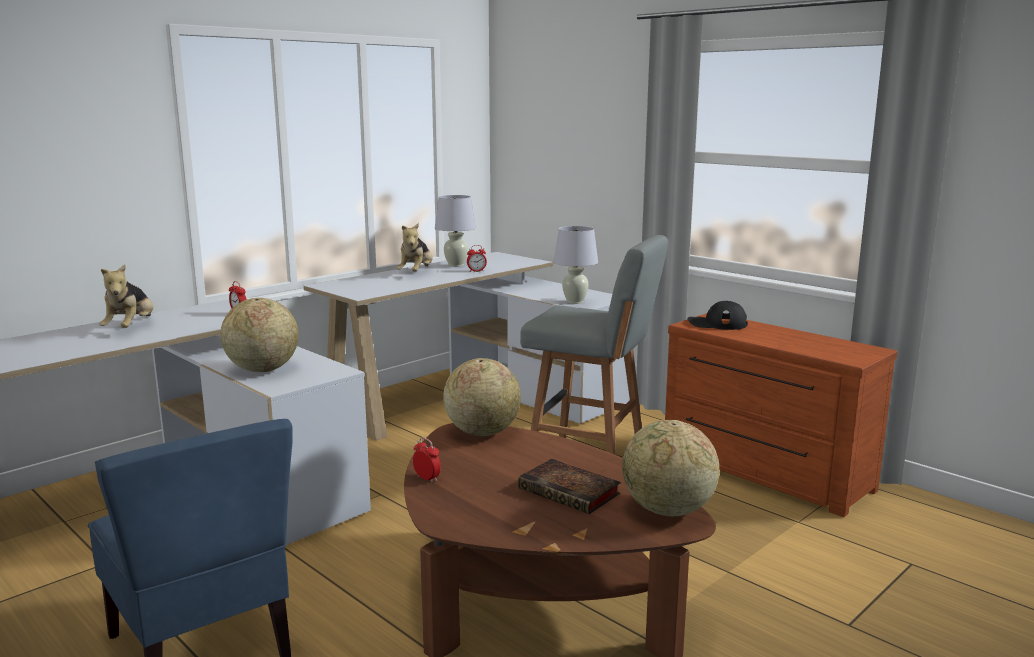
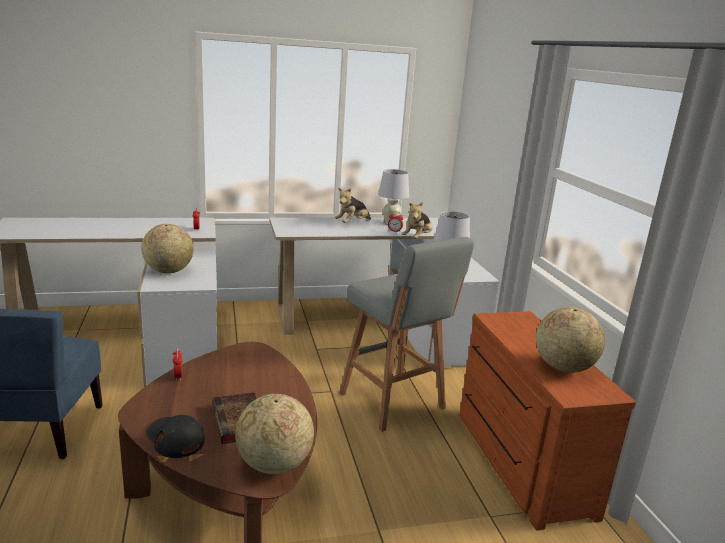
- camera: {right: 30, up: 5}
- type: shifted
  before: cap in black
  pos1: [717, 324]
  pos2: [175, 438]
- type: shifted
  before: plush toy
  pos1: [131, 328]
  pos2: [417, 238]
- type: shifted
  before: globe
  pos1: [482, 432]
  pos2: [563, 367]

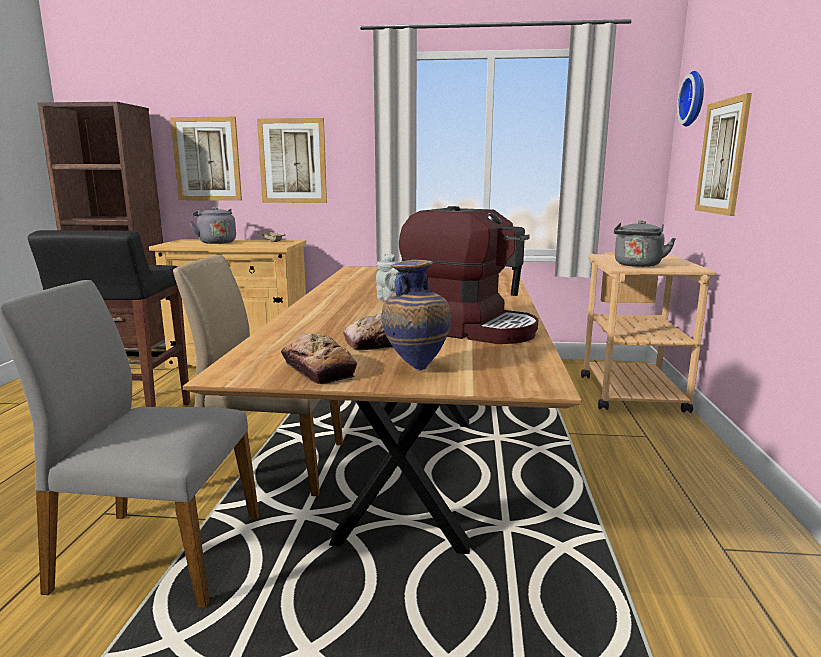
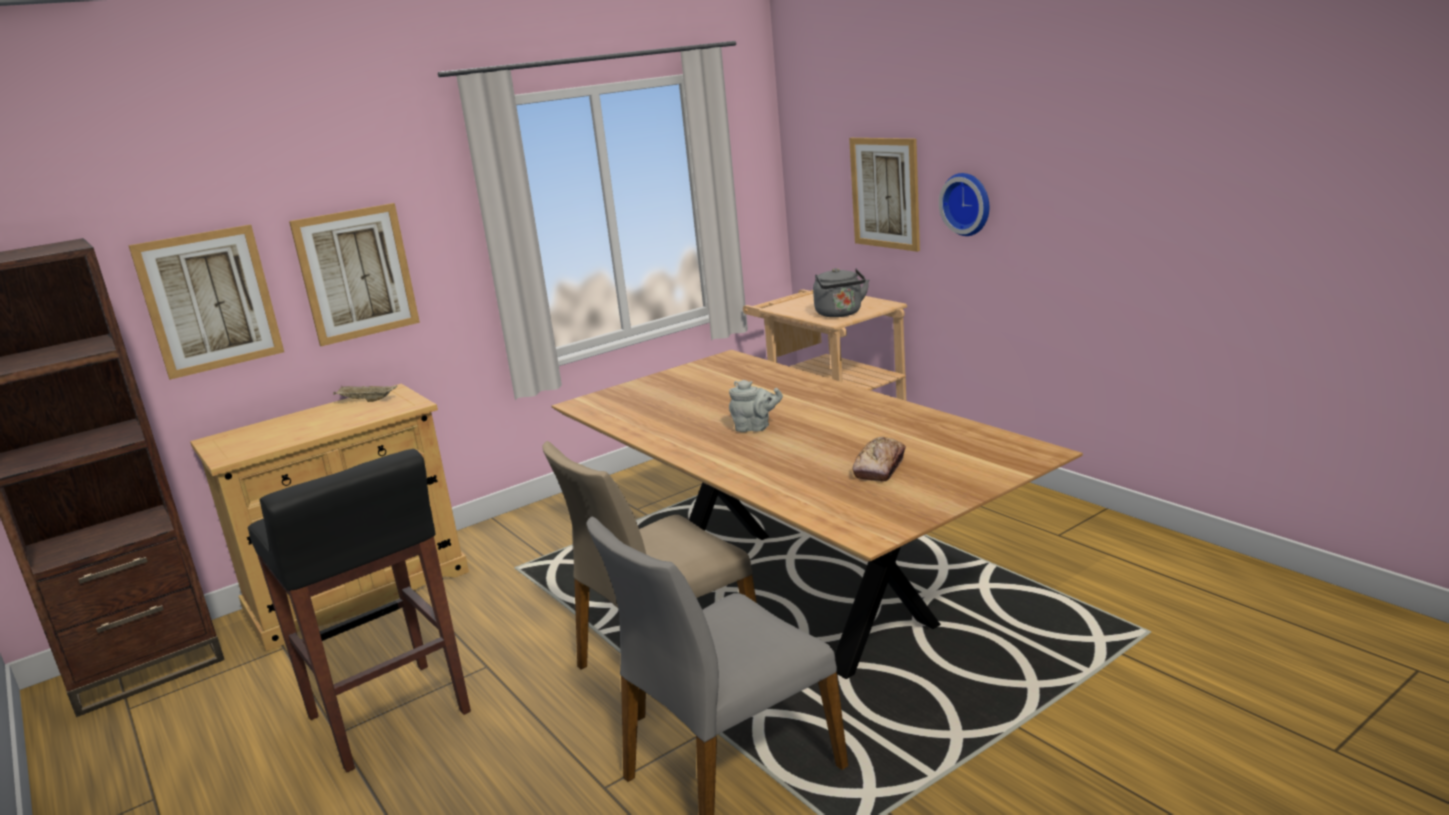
- camera: {right: -40, up: 5}
- type: shifted
  before: wall clock
  pos1: [695, 99]
  pos2: [968, 203]
- type: gone
  before: kettle in grey
  pos1: [216, 242]
- type: gone
  before: bread
  pos1: [318, 369]
- type: gone
  before: vase
  pos1: [415, 368]
- type: gone
  before: coffee machine
  pos1: [470, 328]

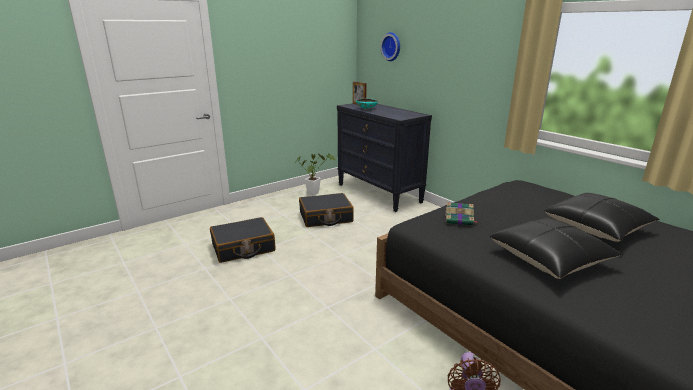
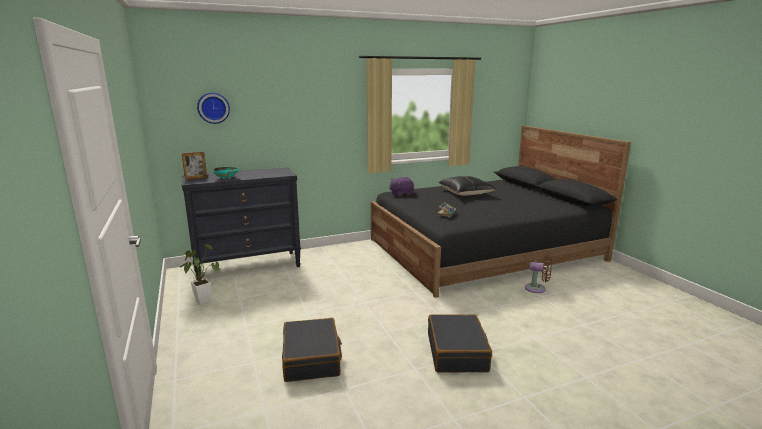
- camera: {right: -75, up: -5}
- type: new
  after: plush toy in purple
  pos2: [401, 194]
- type: shifted
  before: suitcase in black
  pos1: [326, 217]
  pos2: [457, 352]
- type: gone
  before: pillow in black
  pos1: [550, 258]

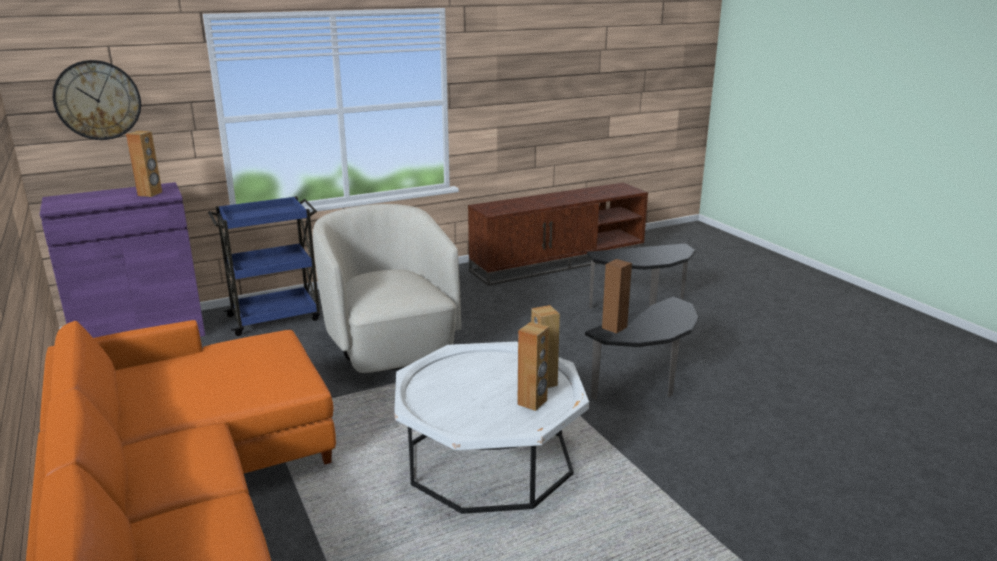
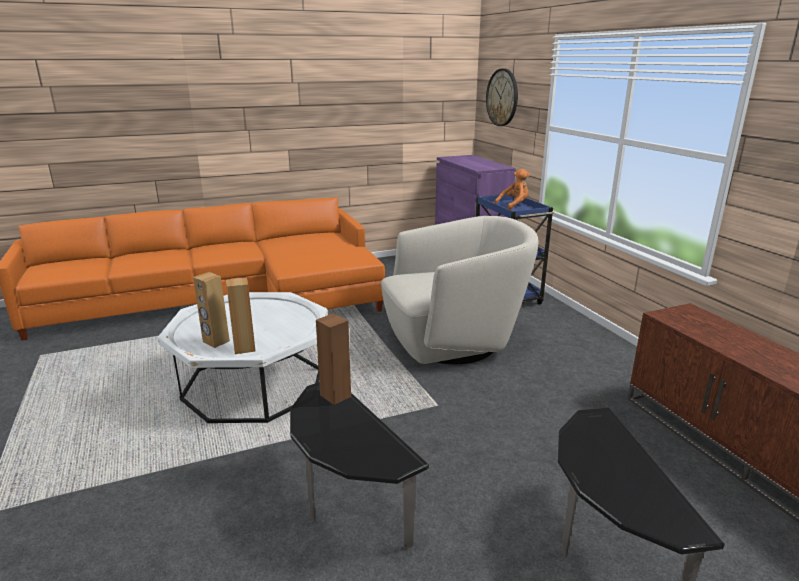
- camera: {right: 95, up: 0}
- type: new
  after: plush toy in orange
  pos2: [514, 205]
- type: gone
  before: speaker in brown
  pos1: [150, 194]

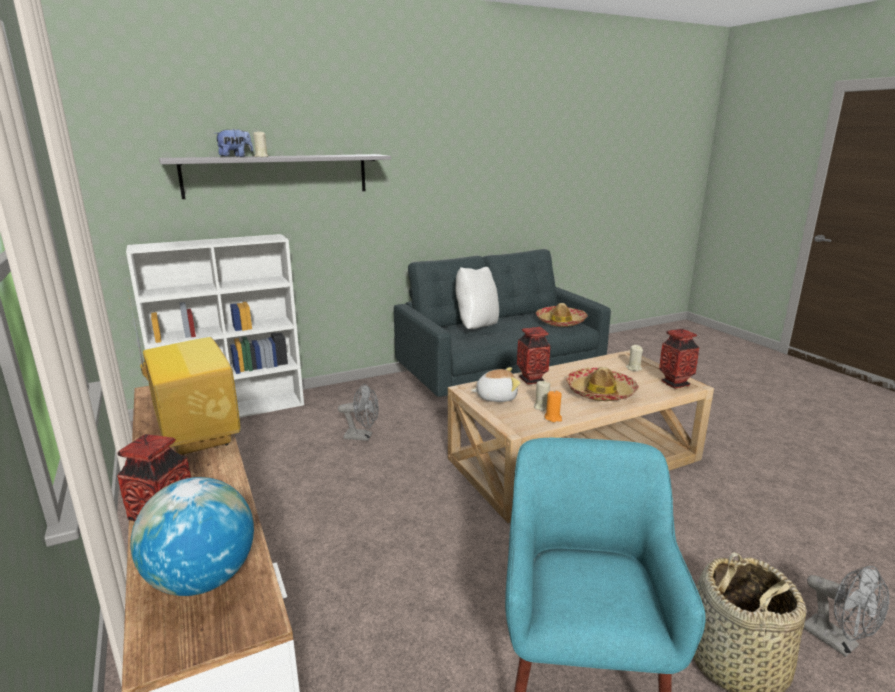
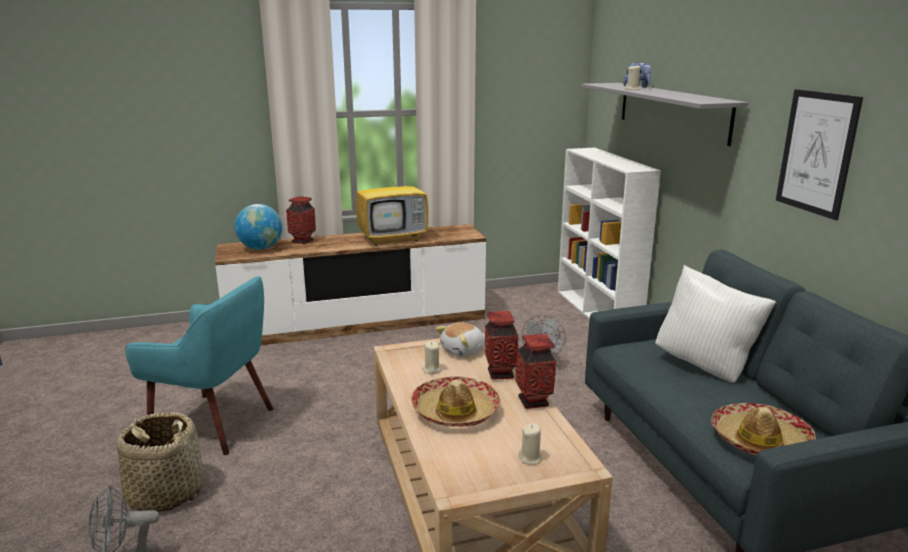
- camera: {right: 100, up: 0}
- type: rotated
  before: plush toy
  pos1: [496, 397]
  pos2: [463, 351]
  turn: 45
- type: shifted
  before: vase
  pos1: [675, 383]
  pos2: [533, 401]
- type: new
  after: picture
  pos2: [816, 153]
- type: gone
  before: candle in orange
  pos1: [553, 418]

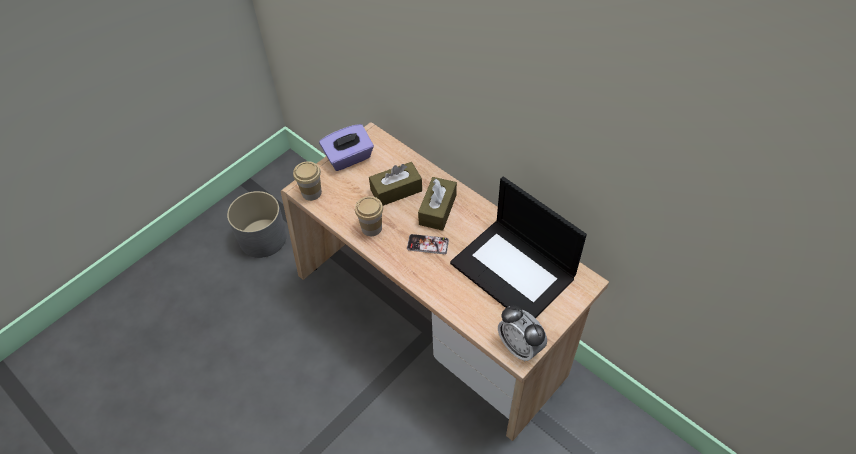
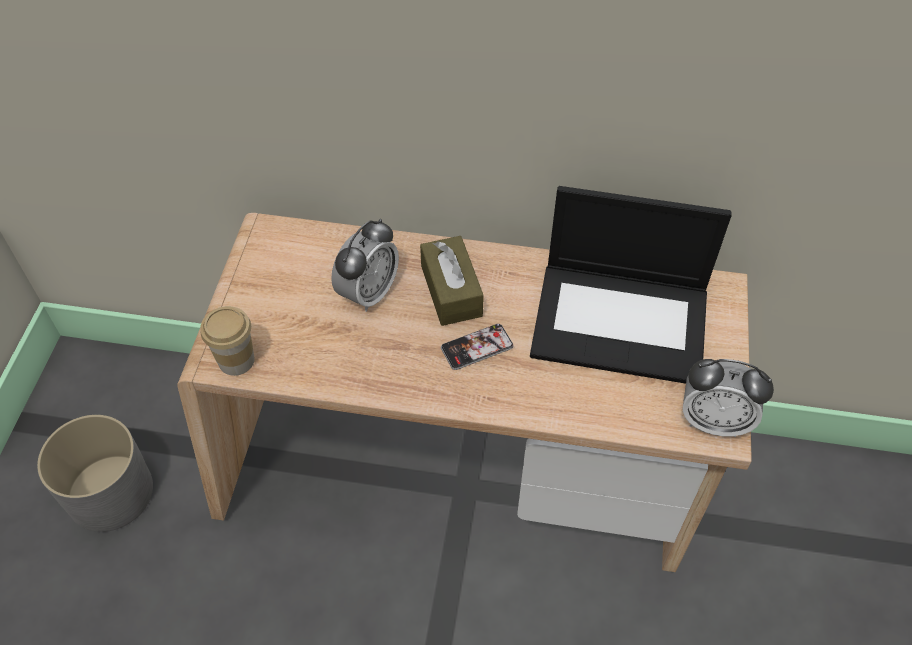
- camera: {right: -35, up: 0}
- type: swapped
  before: tissue box in brown
  after: alarm clock
  pos1: [396, 190]
  pos2: [368, 293]
- type: gone
  before: tissue box in purple
  pos1: [349, 158]
- type: gone
  before: cup
  pos1: [371, 228]

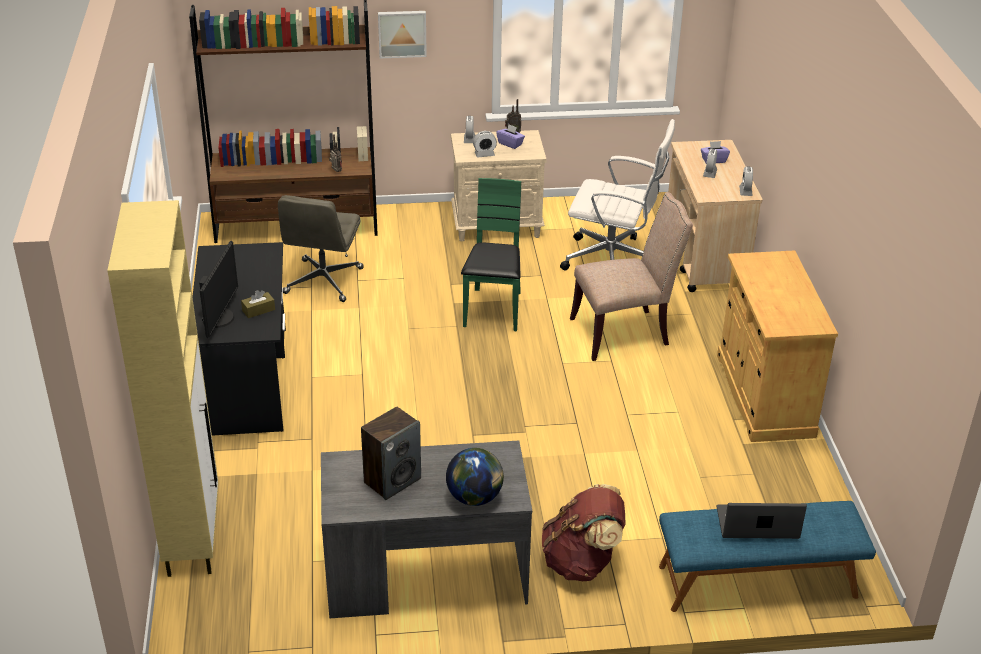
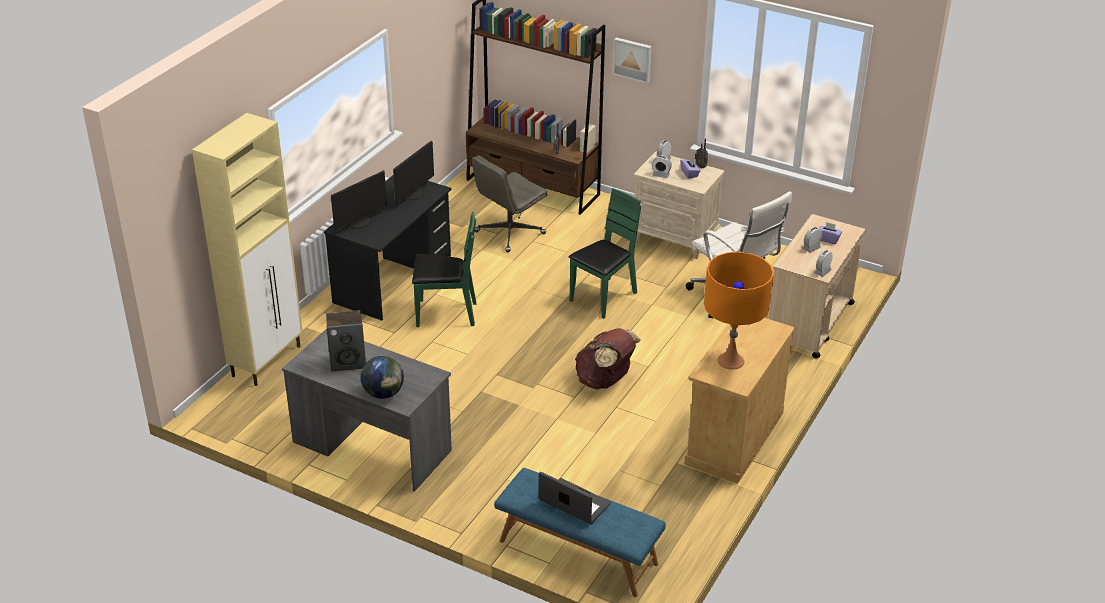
- camera: {right: 35, up: 0}
- type: new
  after: monitor
  pos2: [413, 194]
- type: new
  after: chair in green
  pos2: [445, 314]
- type: shifted
  before: backpack in brown
  pos1: [582, 562]
  pos2: [605, 381]
- type: new
  after: table lamp in orange
  pos2: [731, 361]
- type: gone
  before: tissue box in brown
  pos1: [258, 310]
- type: gone
  before: chair in beige
  pos1: [624, 332]

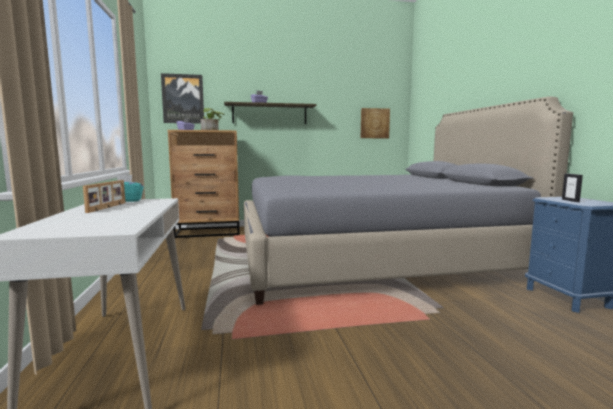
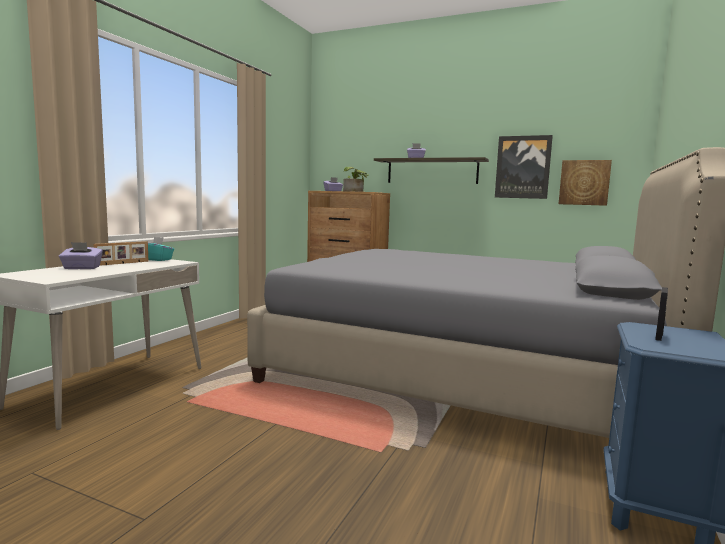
- camera: {right: 35, up: 0}
- type: new
  after: tissue box in purple
  pos2: [81, 268]
- type: shifted
  before: picture
  pos1: [183, 99]
  pos2: [522, 167]

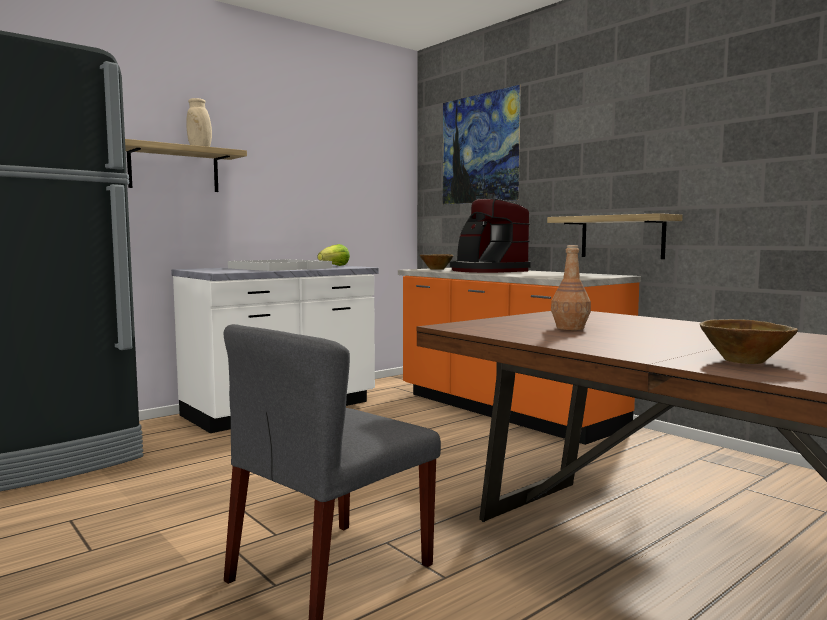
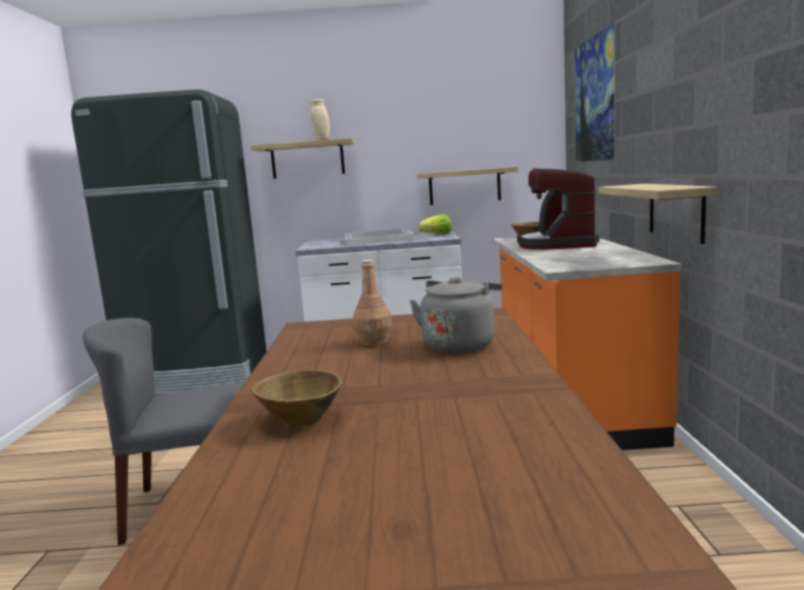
- camera: {right: 40, up: 5}
- type: new
  after: kettle in grey
  pos2: [460, 344]
- type: new
  after: shelf
  pos2: [464, 186]

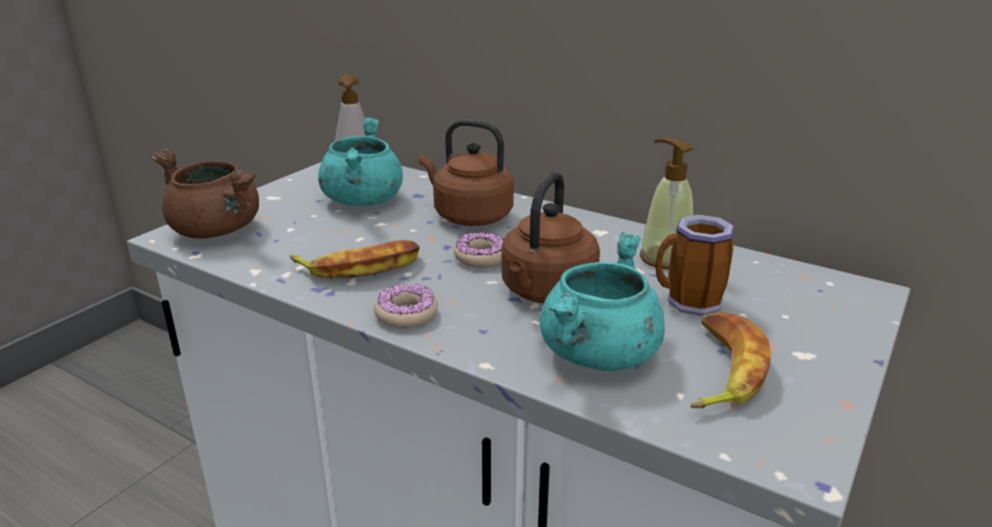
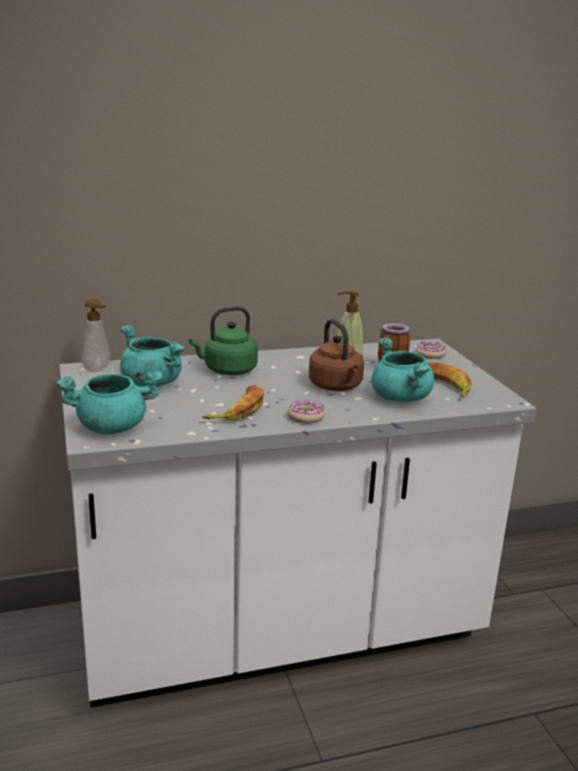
- camera: {right: -50, up: -5}
- type: repainted
  before: cooking pot in brown
  after: cooking pot in turquoise
  pos1: [217, 231]
  pos2: [112, 427]
- type: repainted
  before: kettle in brown
  after: kettle in green
  pos1: [469, 216]
  pos2: [227, 370]
- type: shifted
  before: donut
  pos1: [481, 257]
  pos2: [430, 354]

